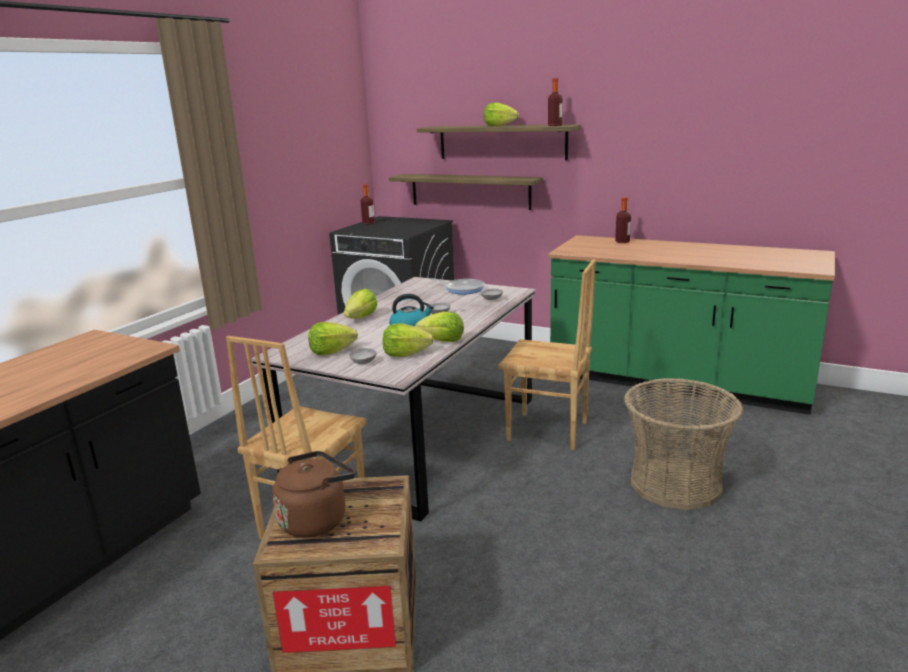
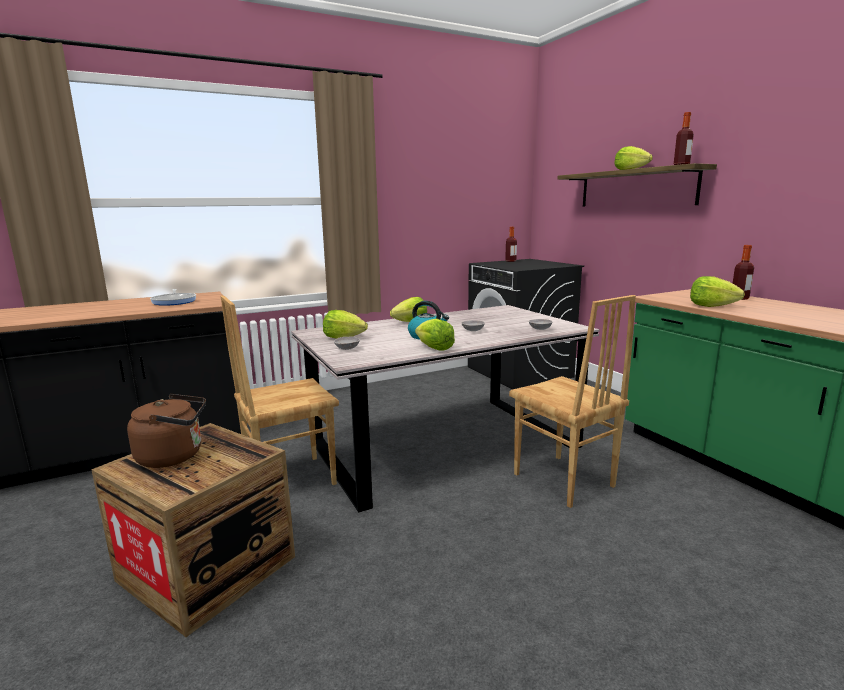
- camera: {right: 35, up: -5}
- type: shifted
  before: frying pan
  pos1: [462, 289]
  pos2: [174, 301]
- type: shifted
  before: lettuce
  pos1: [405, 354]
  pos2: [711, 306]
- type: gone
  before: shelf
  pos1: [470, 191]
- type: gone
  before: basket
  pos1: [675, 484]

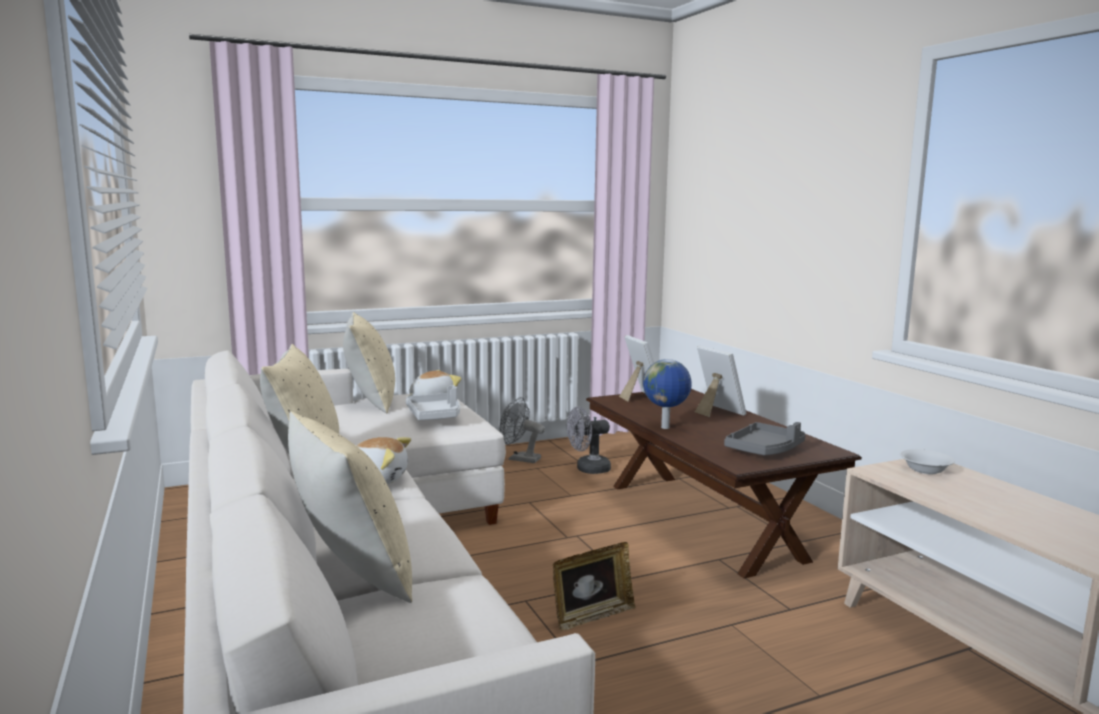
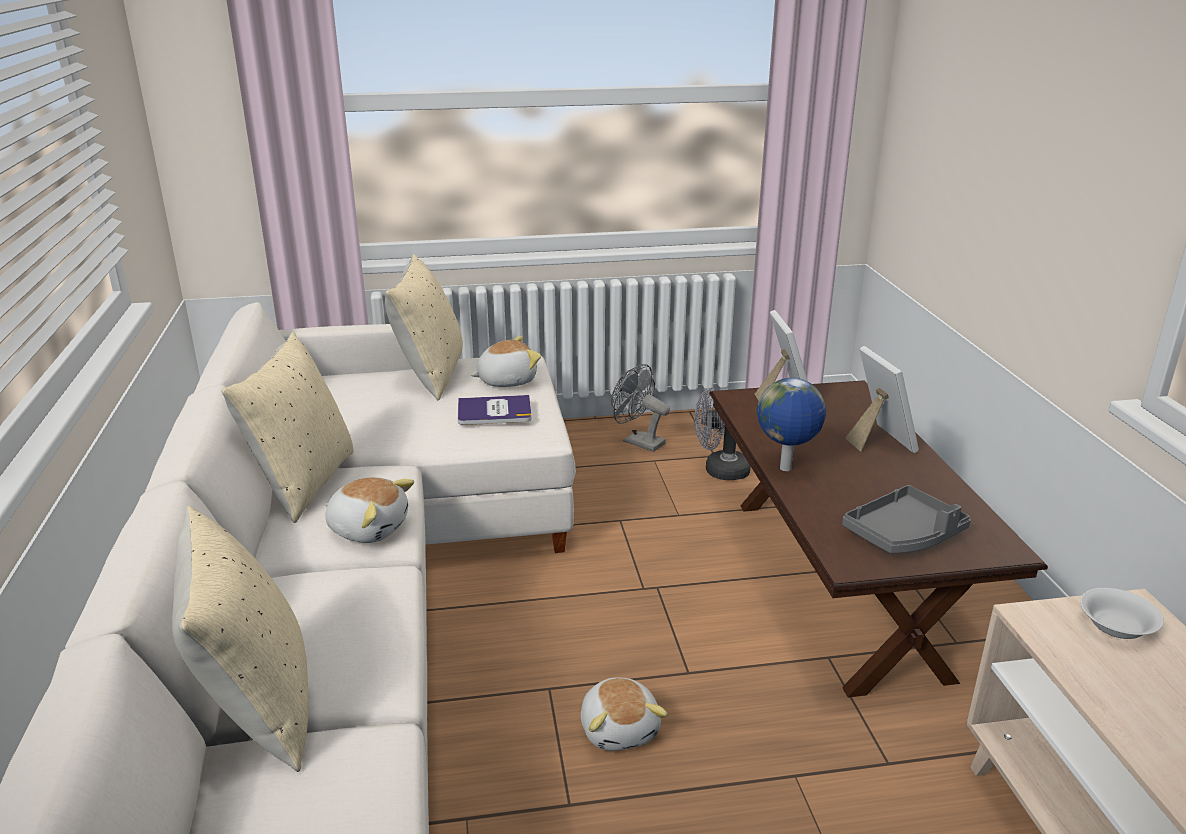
- camera: {right: 15, up: 15}
- type: swapped
  before: tray in grey
  after: book
  pos1: [435, 416]
  pos2: [494, 411]
- type: swapped
  before: picture frame
  after: plush toy
  pos1: [592, 616]
  pos2: [620, 729]

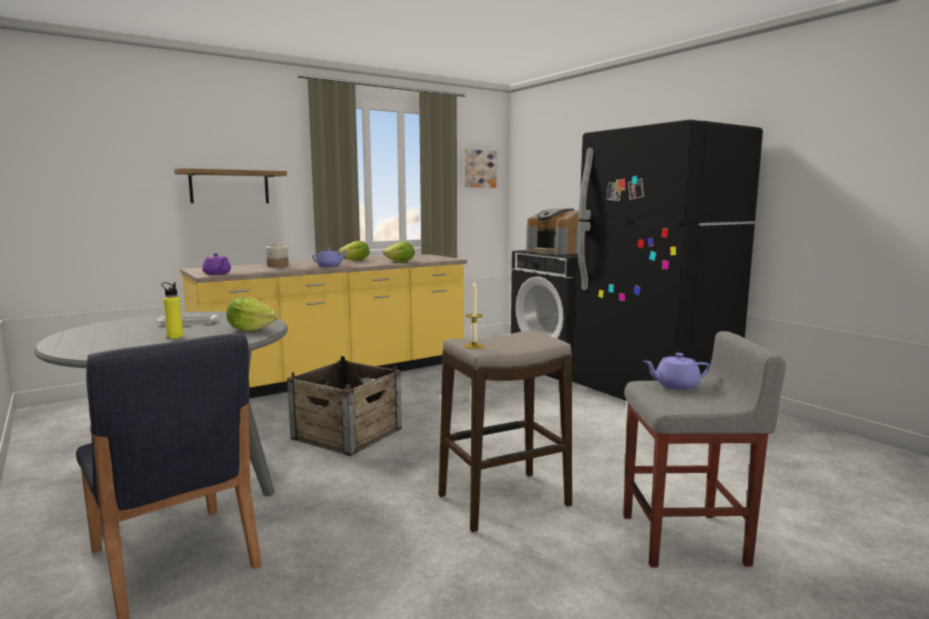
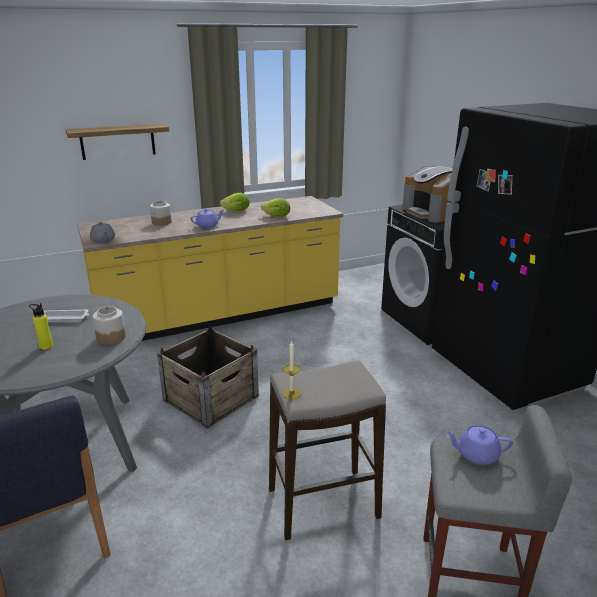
- camera: {right: 10, up: 15}
- type: repainted
  before: teapot in purple
  after: teapot in grey
  pos1: [217, 274]
  pos2: [103, 240]
- type: swapped
  before: lettuce
  after: jar
  pos1: [251, 329]
  pos2: [111, 337]
- type: gone
  before: picture
  pos1: [479, 168]

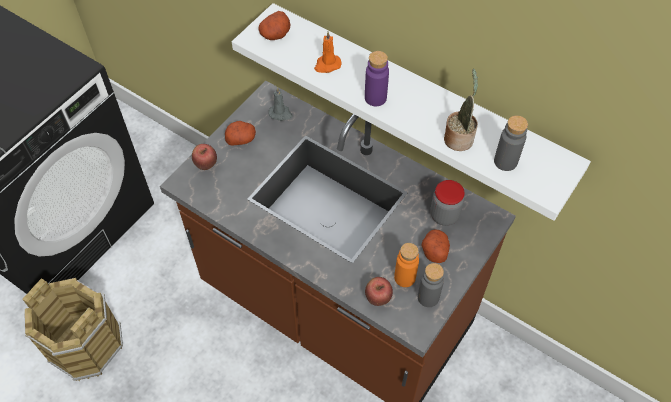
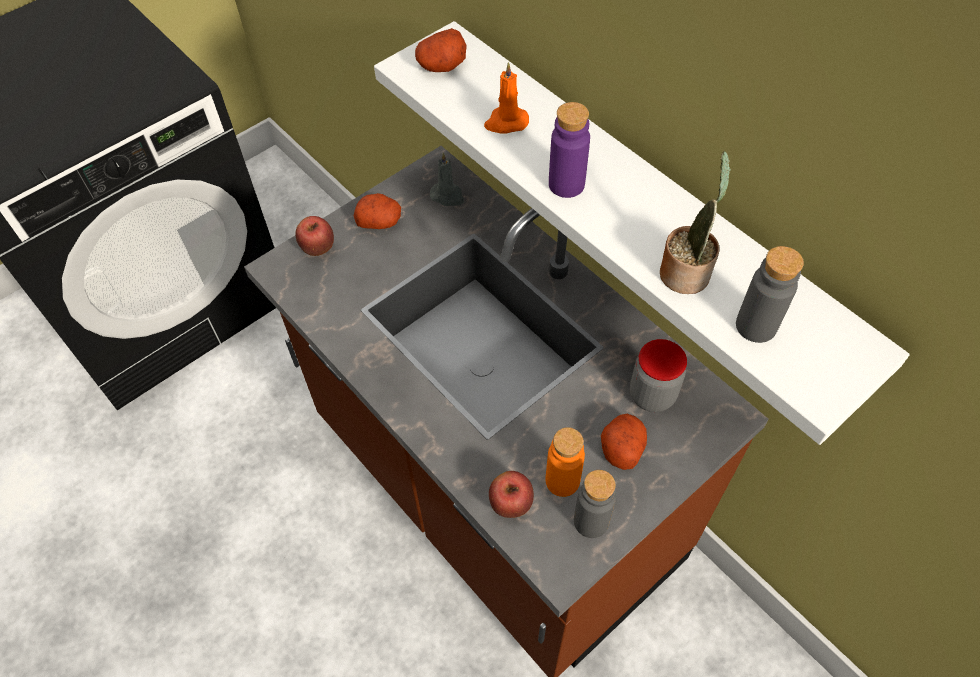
- camera: {right: 15, up: 0}
- type: gone
  before: bucket in brown
  pos1: [86, 344]

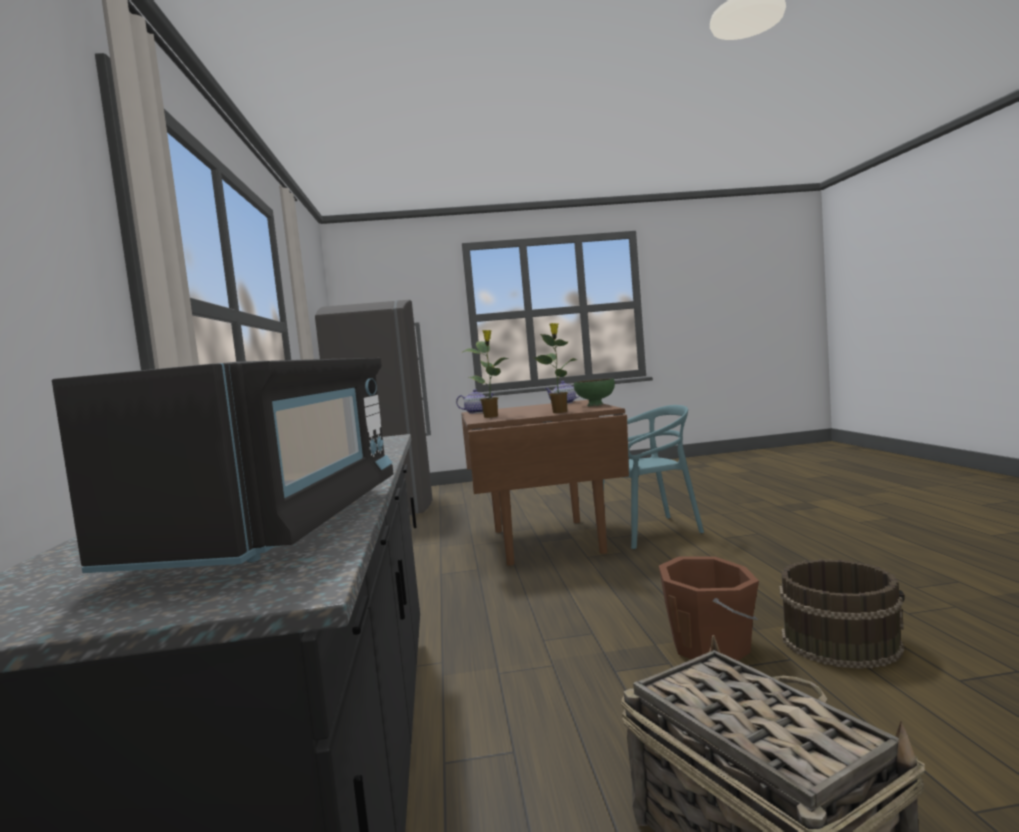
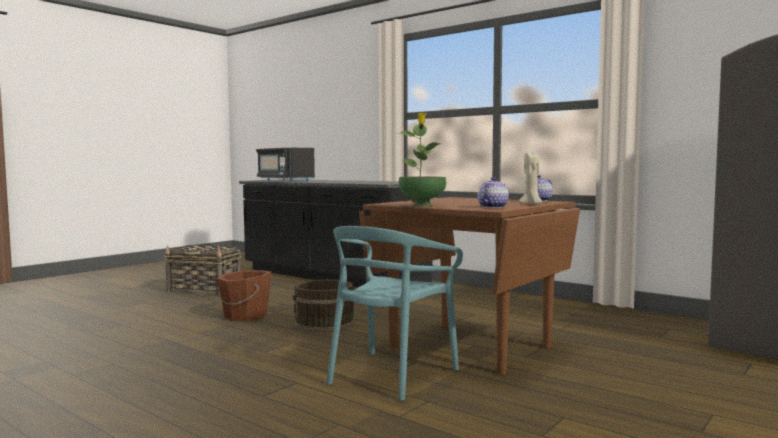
- camera: {right: 135, up: 0}
- type: shifted
  before: bucket in brown
  pos1: [840, 641]
  pos2: [324, 322]
- type: new
  after: candle in beige
  pos2: [531, 204]
- type: gone
  before: potted plant
  pos1: [491, 416]

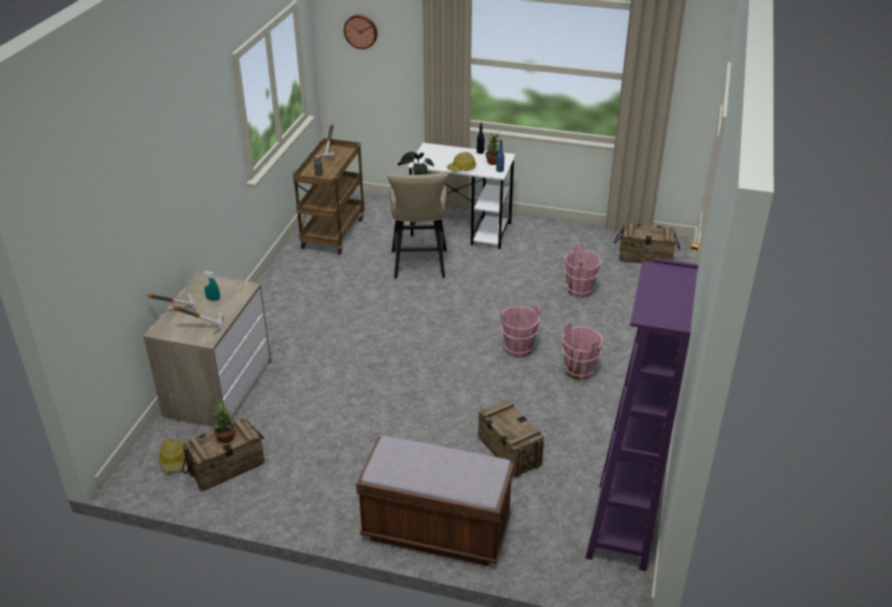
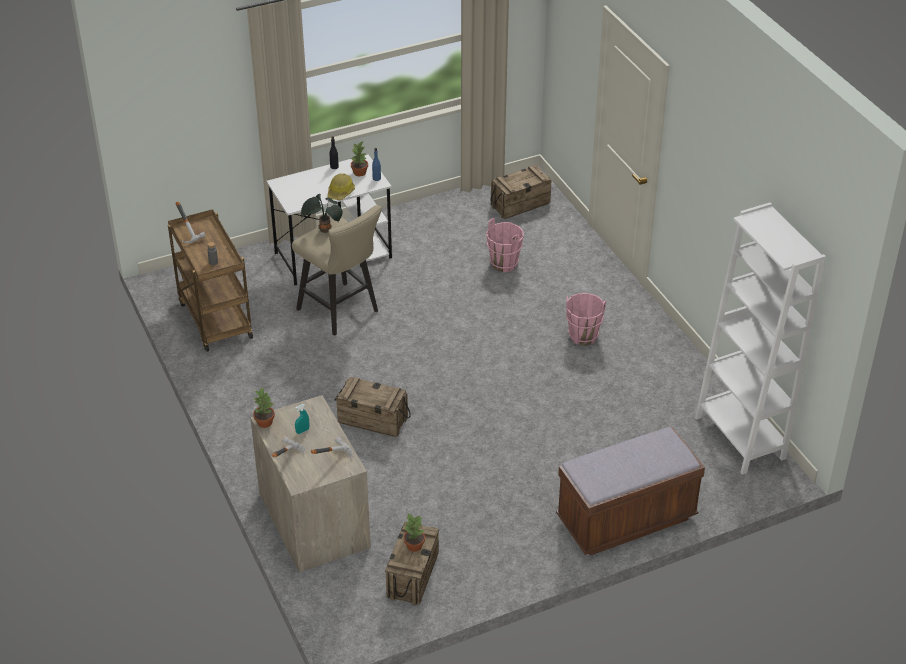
- camera: {right: -40, up: 5}
- type: new
  after: potted plant
  pos2: [264, 422]
- type: shifted
  before: crate
  pos1: [508, 451]
  pos2: [372, 420]
- type: repainted
  before: bookcase in purple
  after: bookcase in white
  pos1: [621, 526]
  pos2: [740, 438]
- type: gone
  before: hard hat
  pos1: [174, 460]
- type: gone
  before: wall clock
  pos1: [361, 31]
- type: gone
  before: bucket in pink
  pos1: [518, 349]

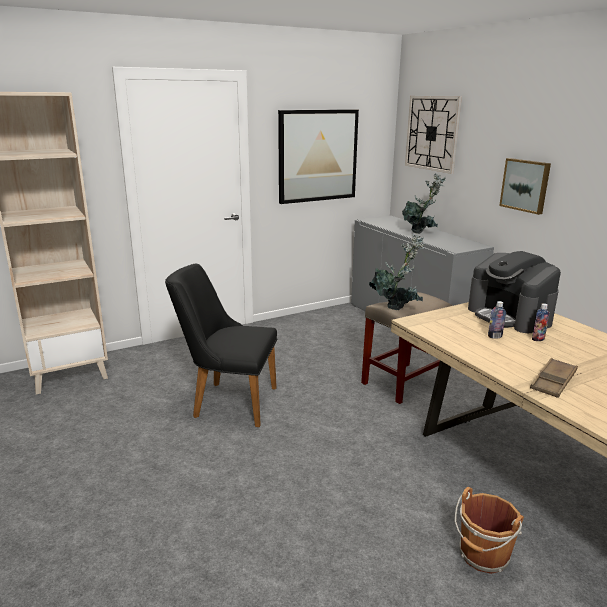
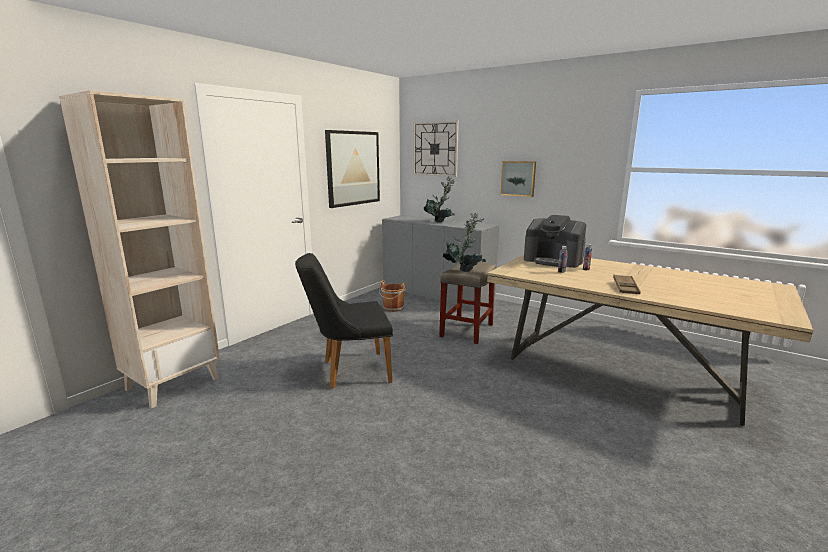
- camera: {right: -25, up: -5}
- type: shifted
  before: bucket in brown
  pos1: [483, 556]
  pos2: [393, 308]

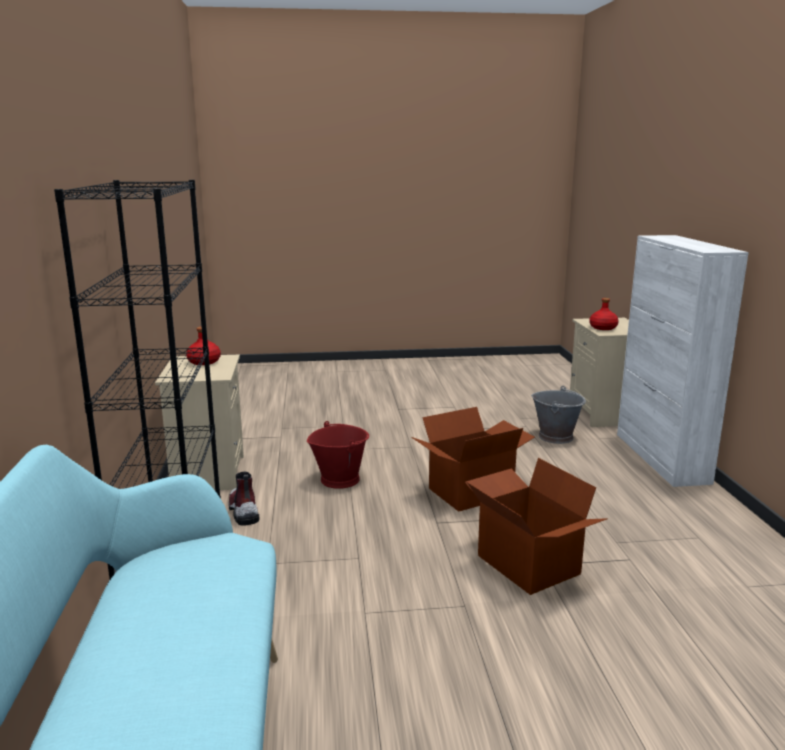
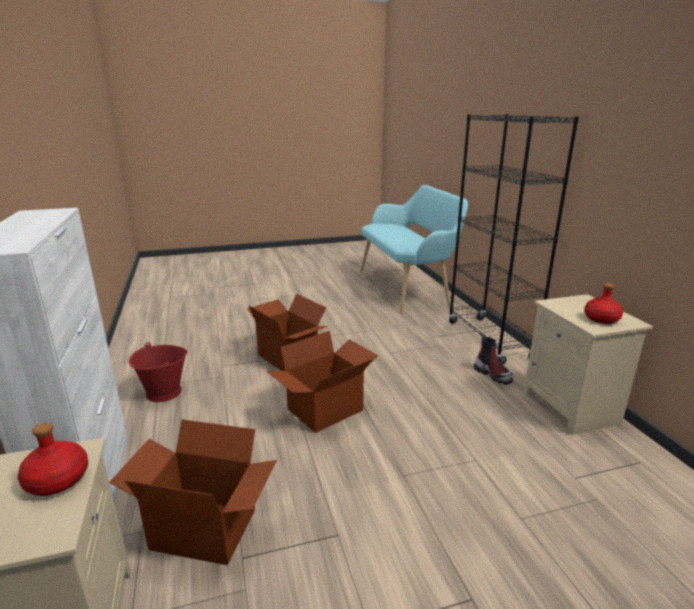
- camera: {right: 170, up: 5}
- type: swapped
  before: bucket in grey
  after: cardboard box
  pos1: [556, 436]
  pos2: [205, 527]
- type: shifted
  before: bucket in red
  pos1: [340, 479]
  pos2: [163, 393]

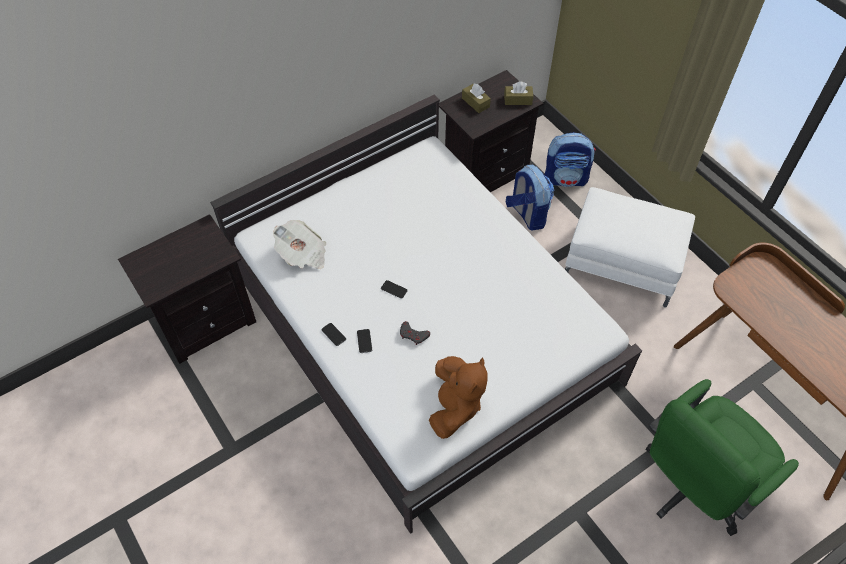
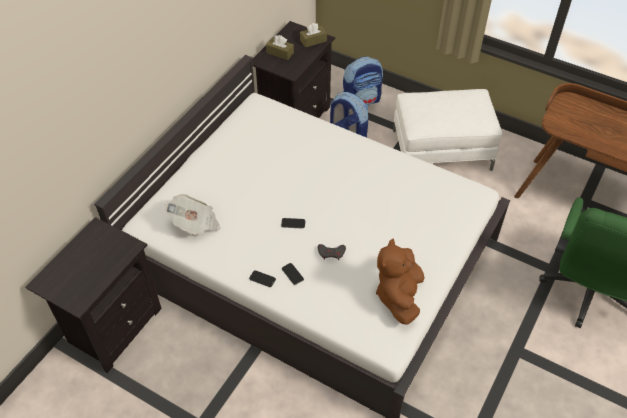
- camera: {right: -25, up: -5}
- type: rotated
  before: plush toy in brown
  pos1: [455, 407]
  pos2: [399, 296]
  turn: -150

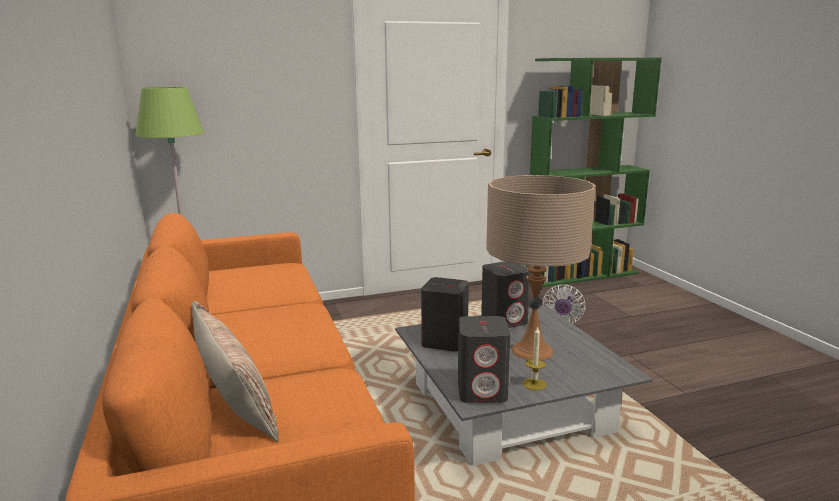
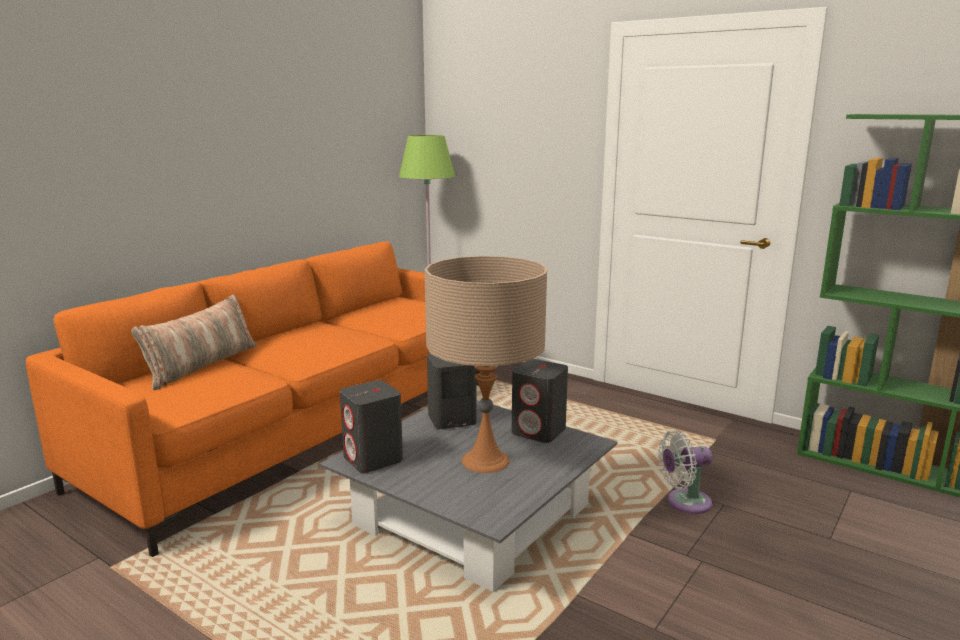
- camera: {right: 55, up: 0}
- type: gone
  before: candle
  pos1: [534, 384]

